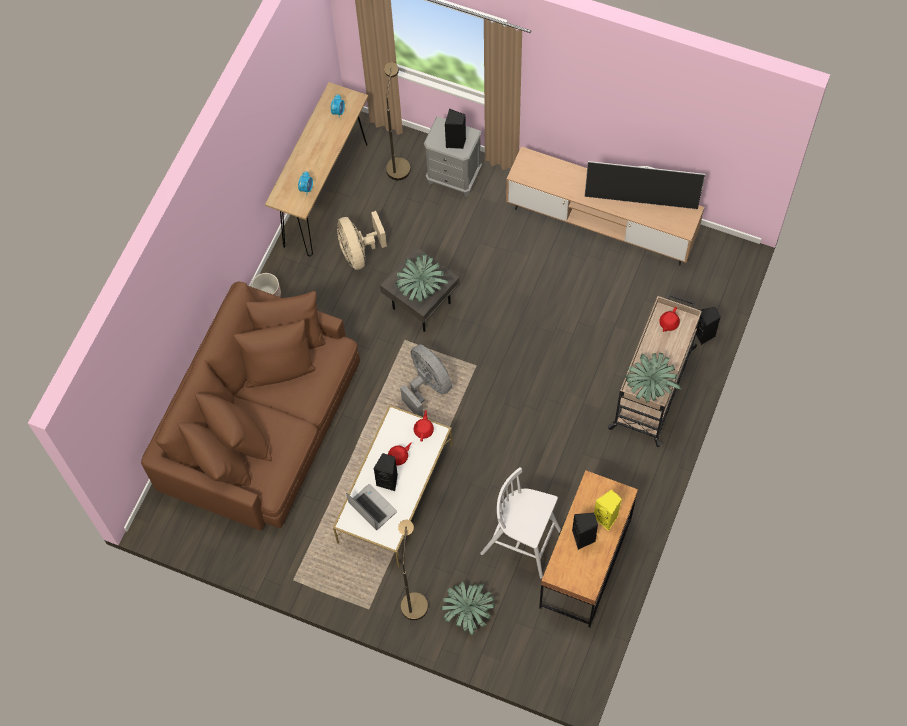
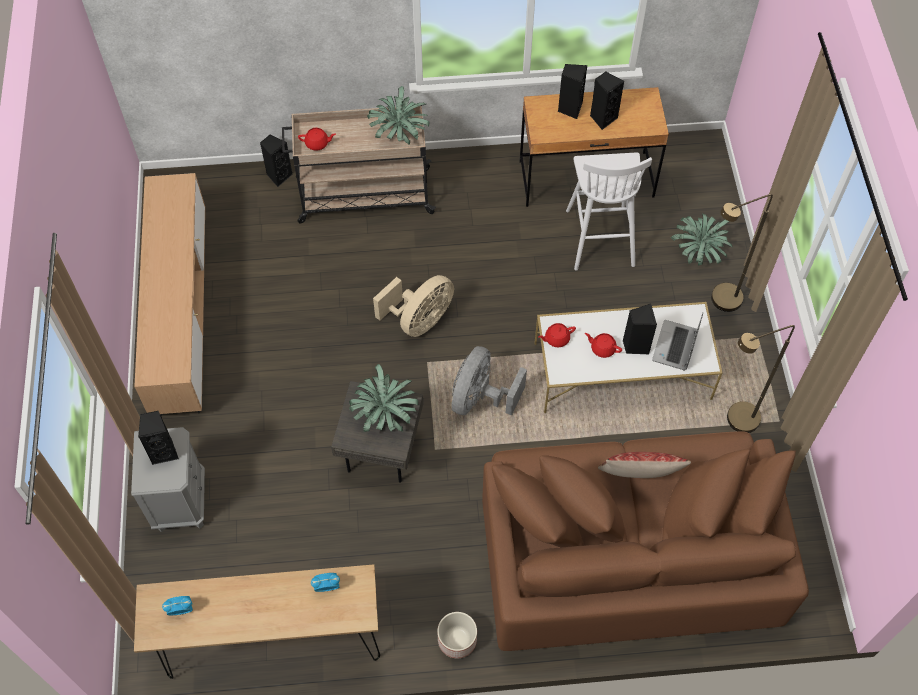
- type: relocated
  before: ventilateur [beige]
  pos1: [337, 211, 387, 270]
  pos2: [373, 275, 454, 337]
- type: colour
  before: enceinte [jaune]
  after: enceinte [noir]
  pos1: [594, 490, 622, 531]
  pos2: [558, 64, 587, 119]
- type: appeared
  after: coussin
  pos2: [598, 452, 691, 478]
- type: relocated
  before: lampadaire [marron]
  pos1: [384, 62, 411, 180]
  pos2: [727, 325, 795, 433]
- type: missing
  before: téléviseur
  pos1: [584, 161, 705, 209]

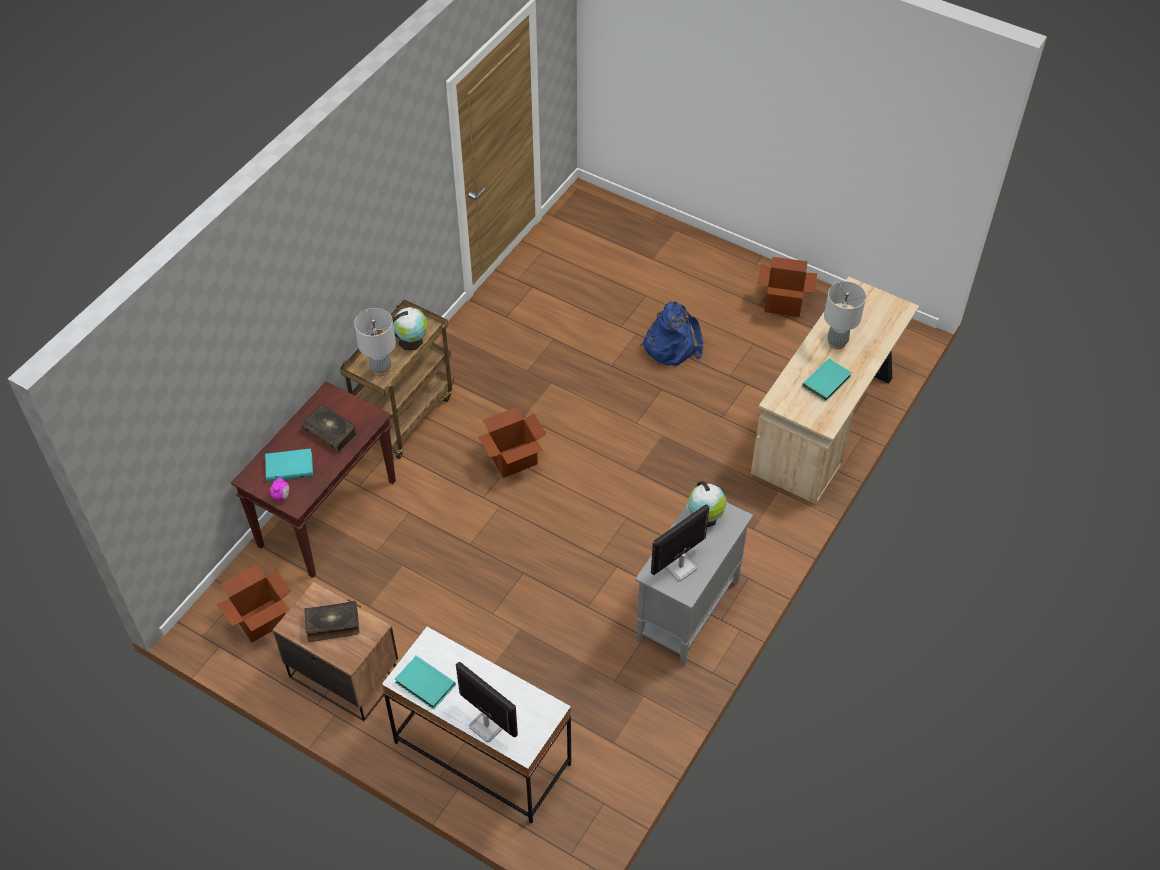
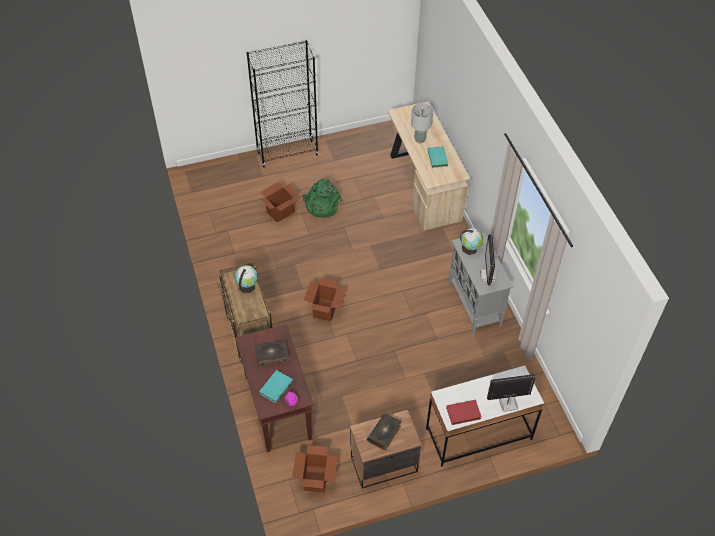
- type: appeared
  after: bibliothèque [noir]
  pos2: [246, 40, 319, 168]
- type: relocated
  before: carton
  pos1: [758, 257, 817, 317]
  pos2: [260, 182, 299, 222]
- type: colour
  before: sac à dos [bleu]
  after: sac à dos [vert]
  pos1: [640, 301, 703, 366]
  pos2: [303, 179, 342, 218]
- type: colour
  before: livre [turquoise]
  after: livre [rouge]
  pos1: [395, 656, 456, 710]
  pos2: [446, 400, 482, 425]
- type: missing
  before: lampe de table [gris]
  pos1: [354, 308, 396, 376]

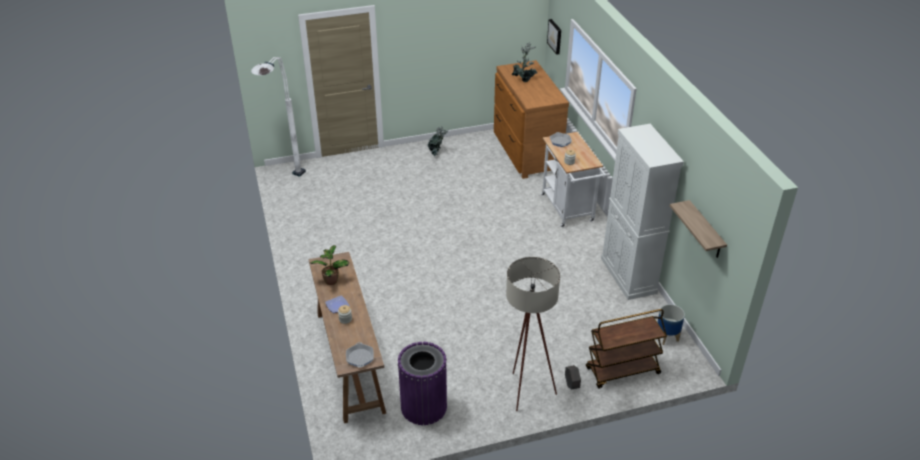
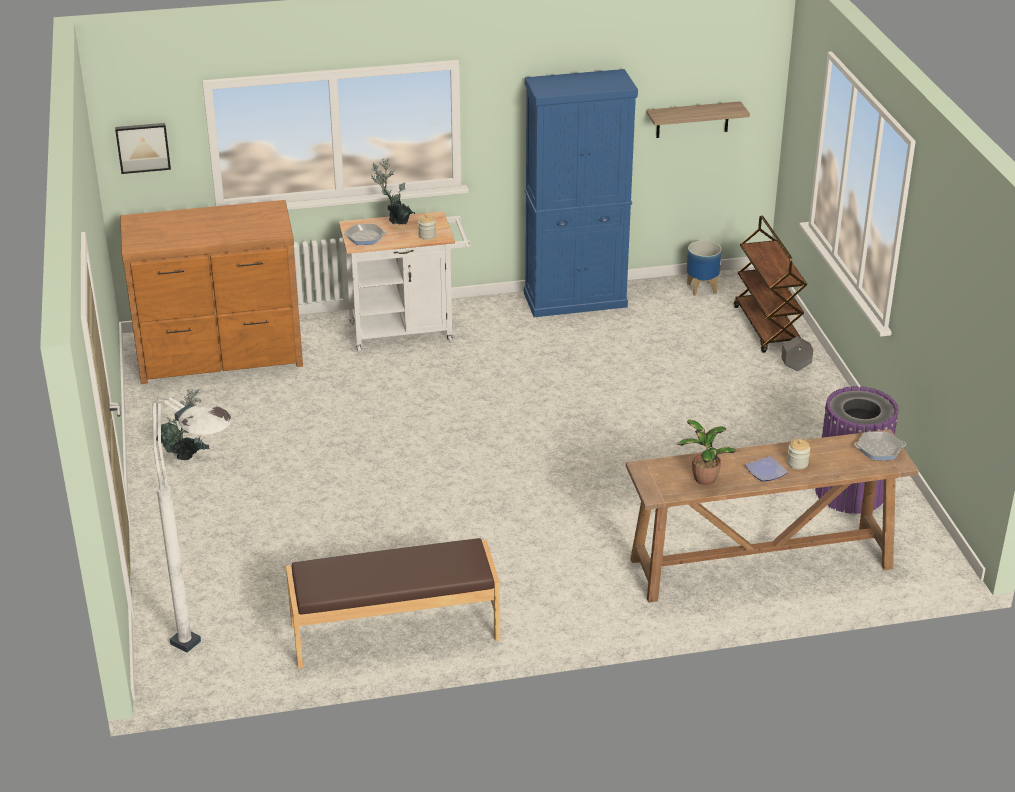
- type: appeared
  after: banc [marron]
  pos2: [286, 538, 500, 669]
- type: relocated
  before: plante en pot
  pos1: [511, 42, 537, 82]
  pos2: [371, 159, 415, 225]
- type: colour
  before: meuble de rangement [blanc]
  after: meuble de rangement [bleu]
  pos1: [601, 124, 684, 300]
  pos2: [524, 69, 638, 317]
- type: missing
  before: lampadaire [beige]
  pos1: [506, 257, 560, 411]

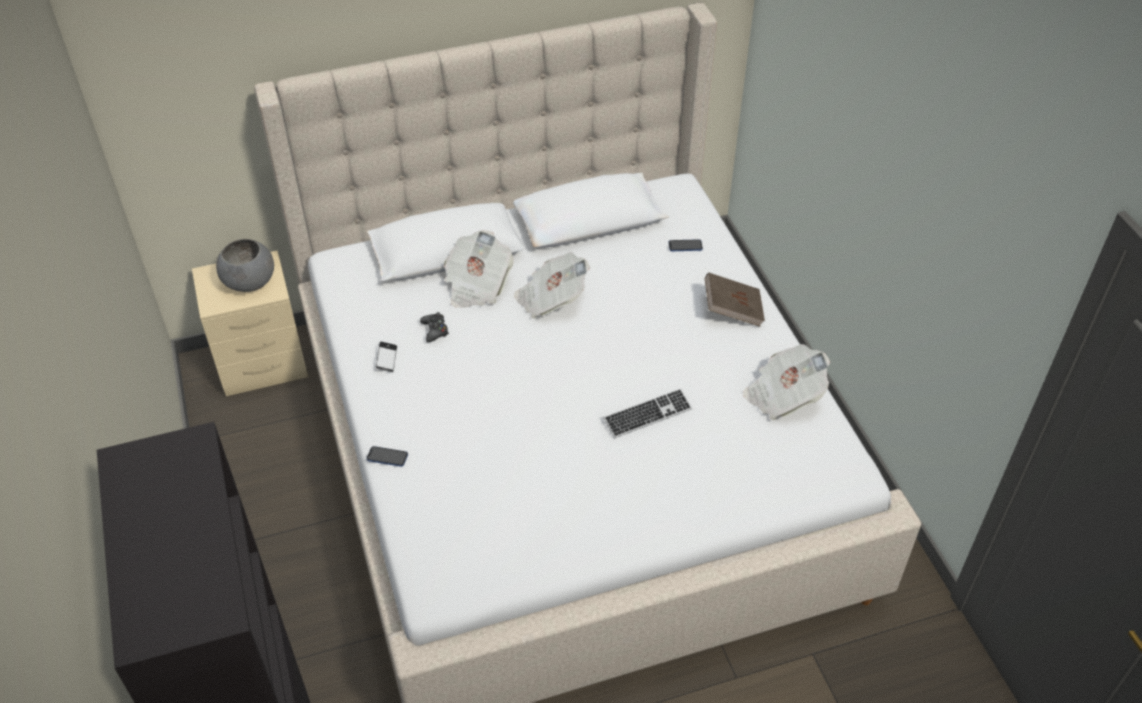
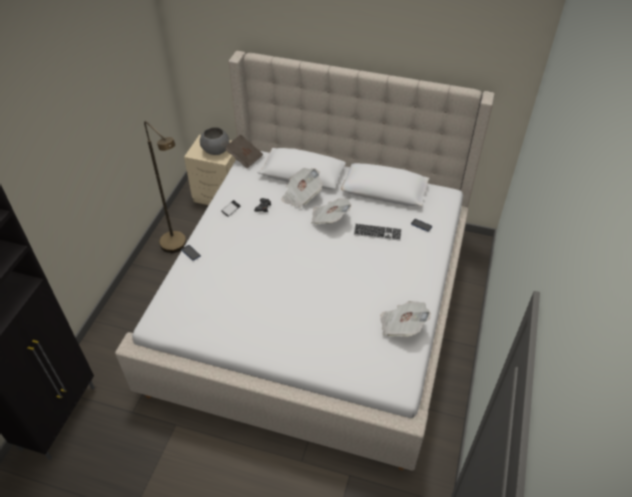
- type: appeared
  after: lampadaire [marron]
  pos2: [144, 121, 186, 253]
- type: relocated
  before: livre [marron]
  pos1: [705, 273, 765, 327]
  pos2: [225, 134, 263, 168]
- type: relocated
  before: clavier
  pos1: [603, 388, 692, 438]
  pos2: [354, 223, 402, 241]

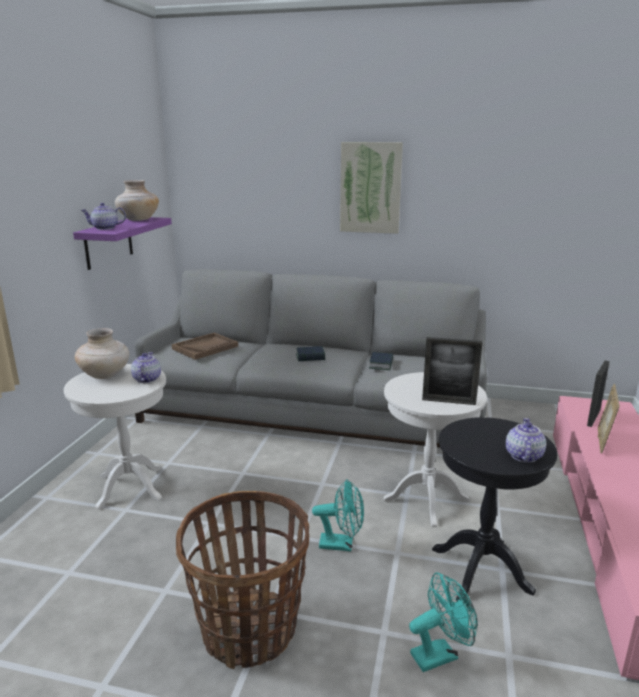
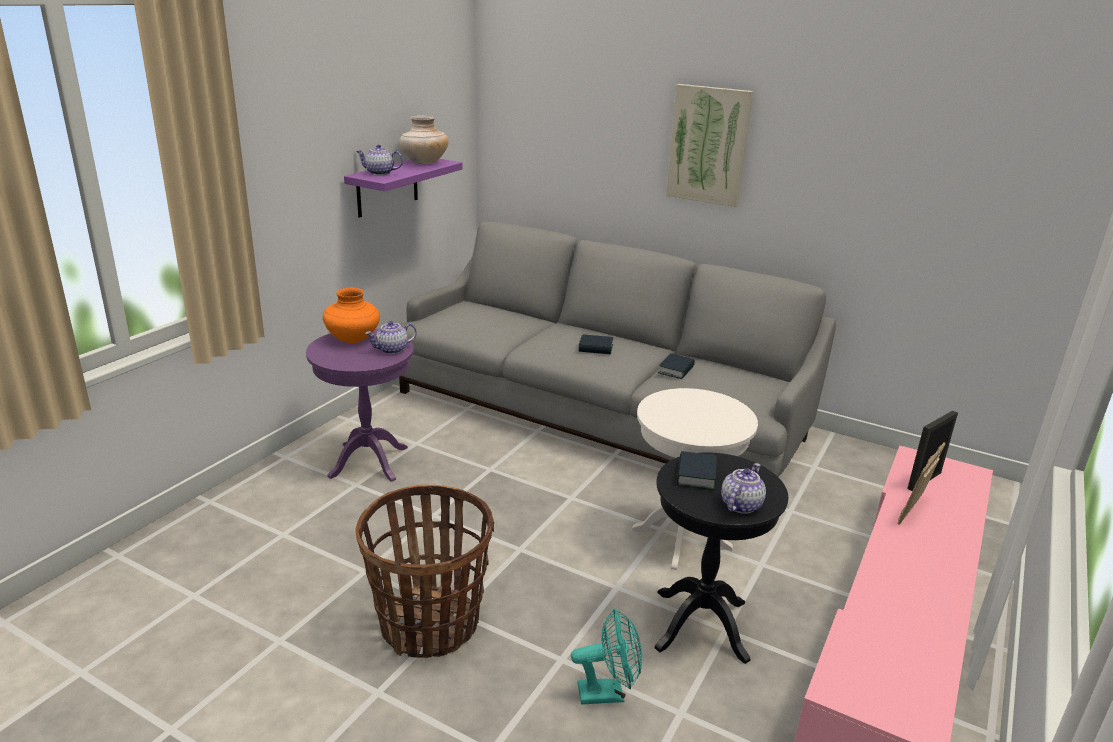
- type: colour
  before: table d'appoint [blanc]
  after: table d'appoint [violet]
  pos1: [64, 364, 166, 509]
  pos2: [306, 329, 414, 482]
- type: colour
  before: vase [beige]
  after: vase [orange]
  pos1: [75, 328, 129, 379]
  pos2: [323, 288, 380, 343]
- type: spun
  before: théière
  pos1: [131, 352, 161, 383]
  pos2: [365, 321, 417, 354]
  turn: -135
- type: appeared
  after: livre
  pos2: [677, 451, 717, 490]
- type: missing
  before: plateau [marron]
  pos1: [172, 333, 238, 360]
- type: missing
  before: ventilateur [turquoise]
  pos1: [312, 479, 364, 552]
- type: missing
  before: cadre photo
  pos1: [422, 337, 482, 405]

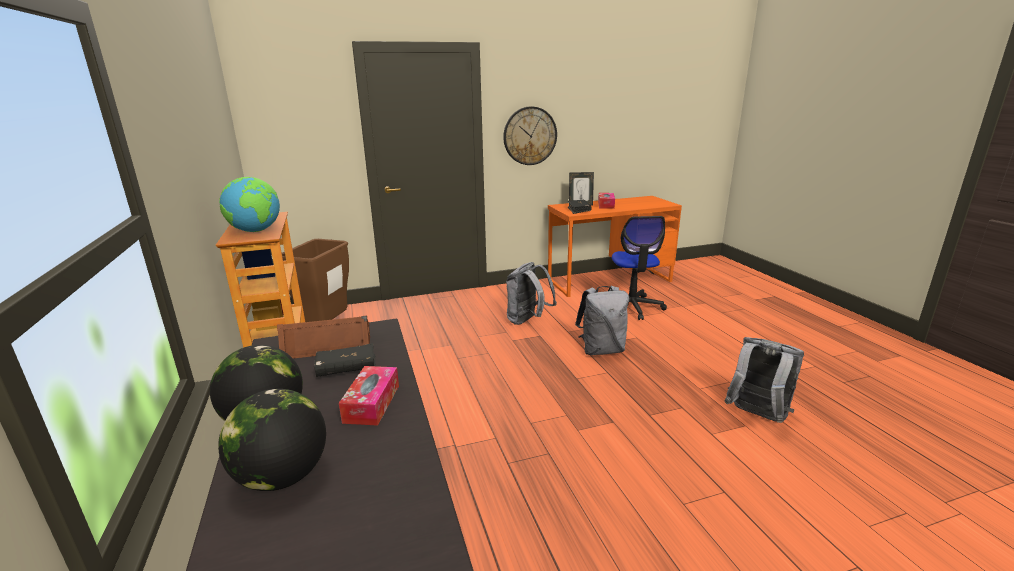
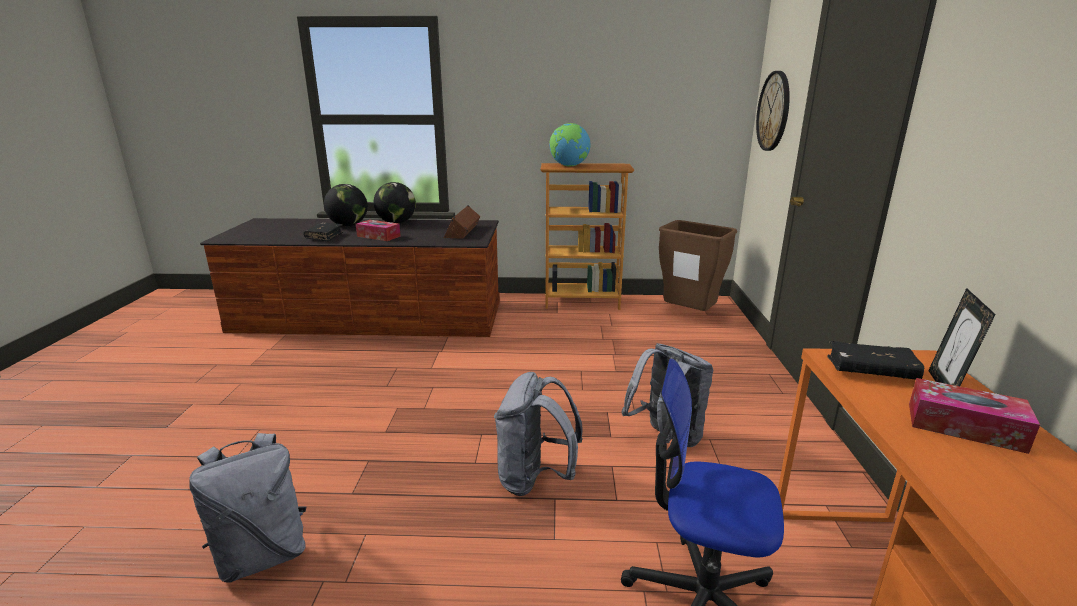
- type: relocated
  before: livre [noir]
  pos1: [314, 343, 376, 377]
  pos2: [304, 223, 343, 242]
- type: relocated
  before: horloge murale
  pos1: [503, 106, 557, 165]
  pos2: [756, 71, 790, 151]

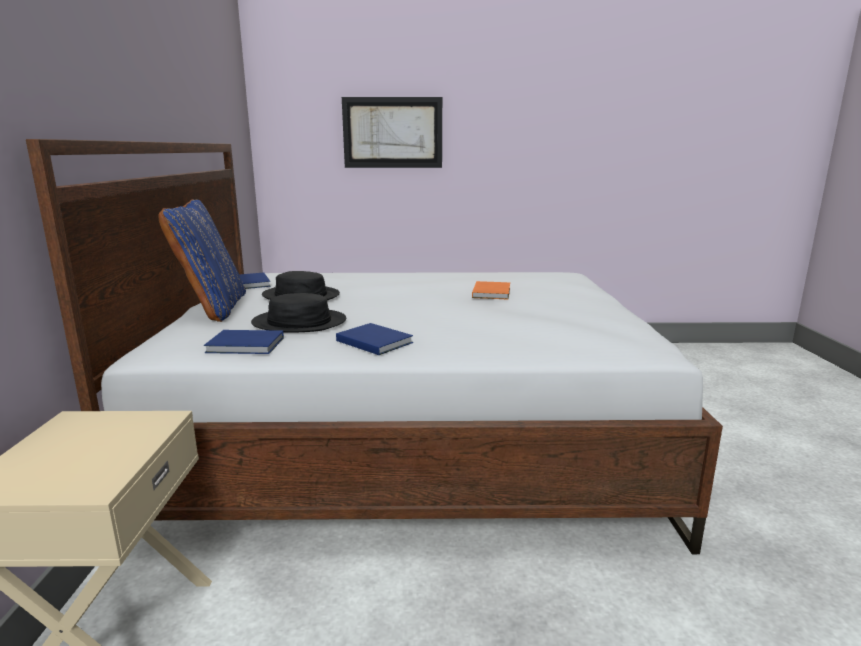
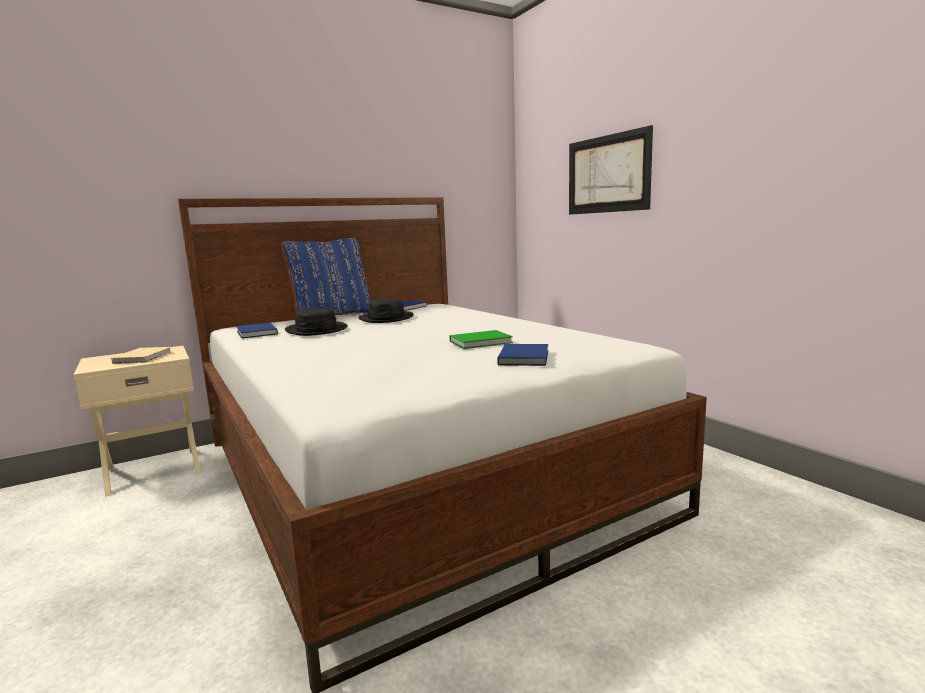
- type: appeared
  after: livre [beige]
  pos2: [111, 347, 171, 364]
- type: colour
  before: livre [orange]
  after: livre [vert]
  pos1: [472, 281, 510, 299]
  pos2: [449, 330, 513, 349]
- type: relocated
  before: livre [bleu]
  pos1: [336, 323, 413, 355]
  pos2: [497, 344, 548, 366]

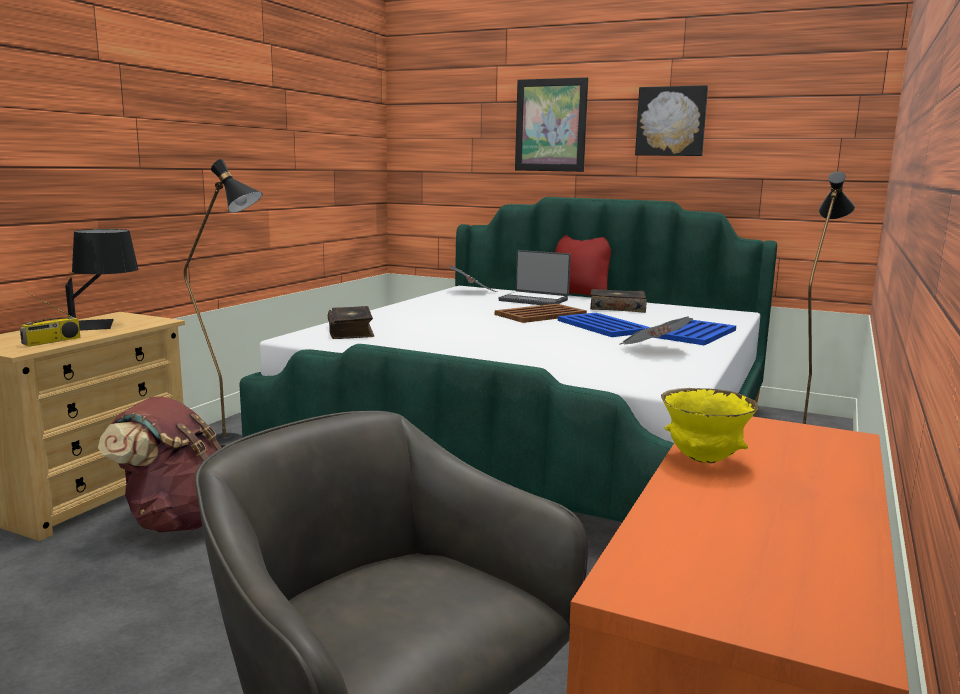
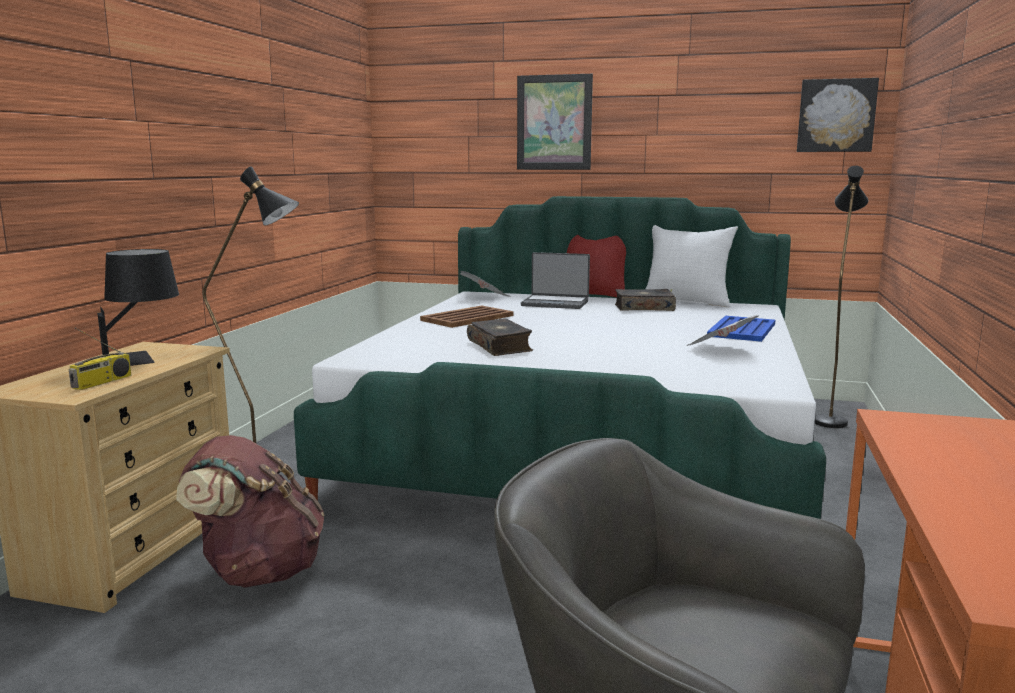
- type: relocated
  before: plateau [marron]
  pos1: [495, 304, 587, 323]
  pos2: [420, 306, 514, 328]
- type: relocated
  before: livre
  pos1: [328, 306, 374, 339]
  pos2: [467, 318, 533, 356]
- type: appeared
  after: coussin [blanc]
  pos2: [645, 225, 738, 307]
- type: relocated
  before: tableau
  pos1: [635, 85, 708, 156]
  pos2: [797, 78, 879, 152]
- type: missing
  before: plateau [bleu]
  pos1: [558, 313, 650, 337]
- type: missing
  before: bol [jaune]
  pos1: [661, 388, 758, 463]

